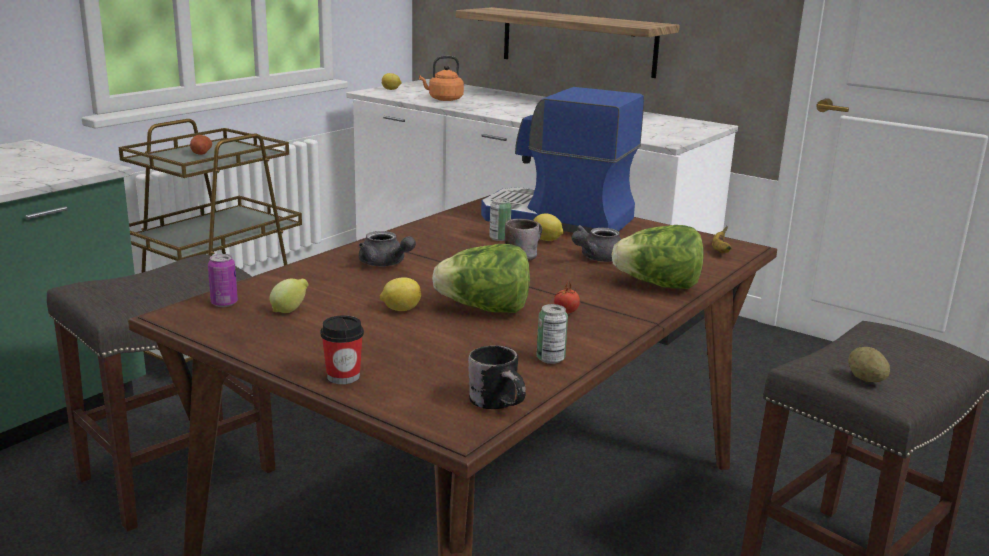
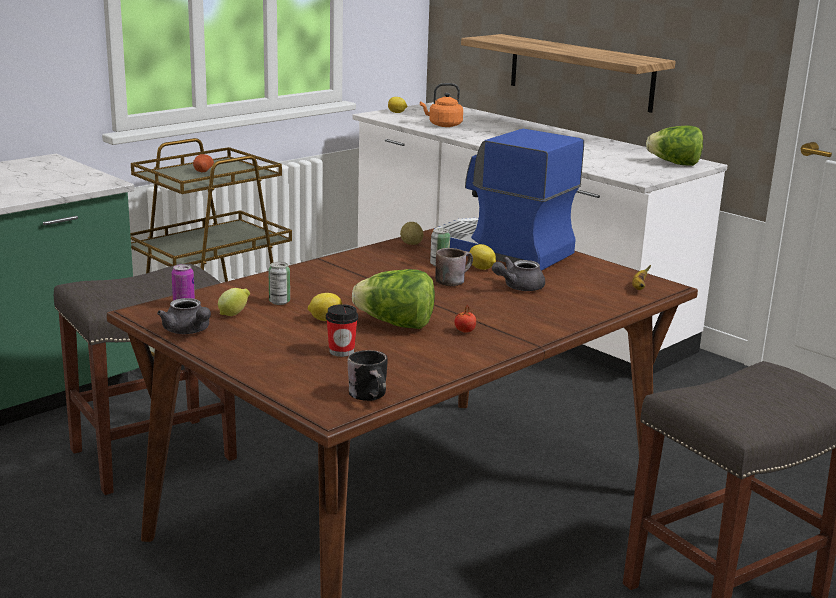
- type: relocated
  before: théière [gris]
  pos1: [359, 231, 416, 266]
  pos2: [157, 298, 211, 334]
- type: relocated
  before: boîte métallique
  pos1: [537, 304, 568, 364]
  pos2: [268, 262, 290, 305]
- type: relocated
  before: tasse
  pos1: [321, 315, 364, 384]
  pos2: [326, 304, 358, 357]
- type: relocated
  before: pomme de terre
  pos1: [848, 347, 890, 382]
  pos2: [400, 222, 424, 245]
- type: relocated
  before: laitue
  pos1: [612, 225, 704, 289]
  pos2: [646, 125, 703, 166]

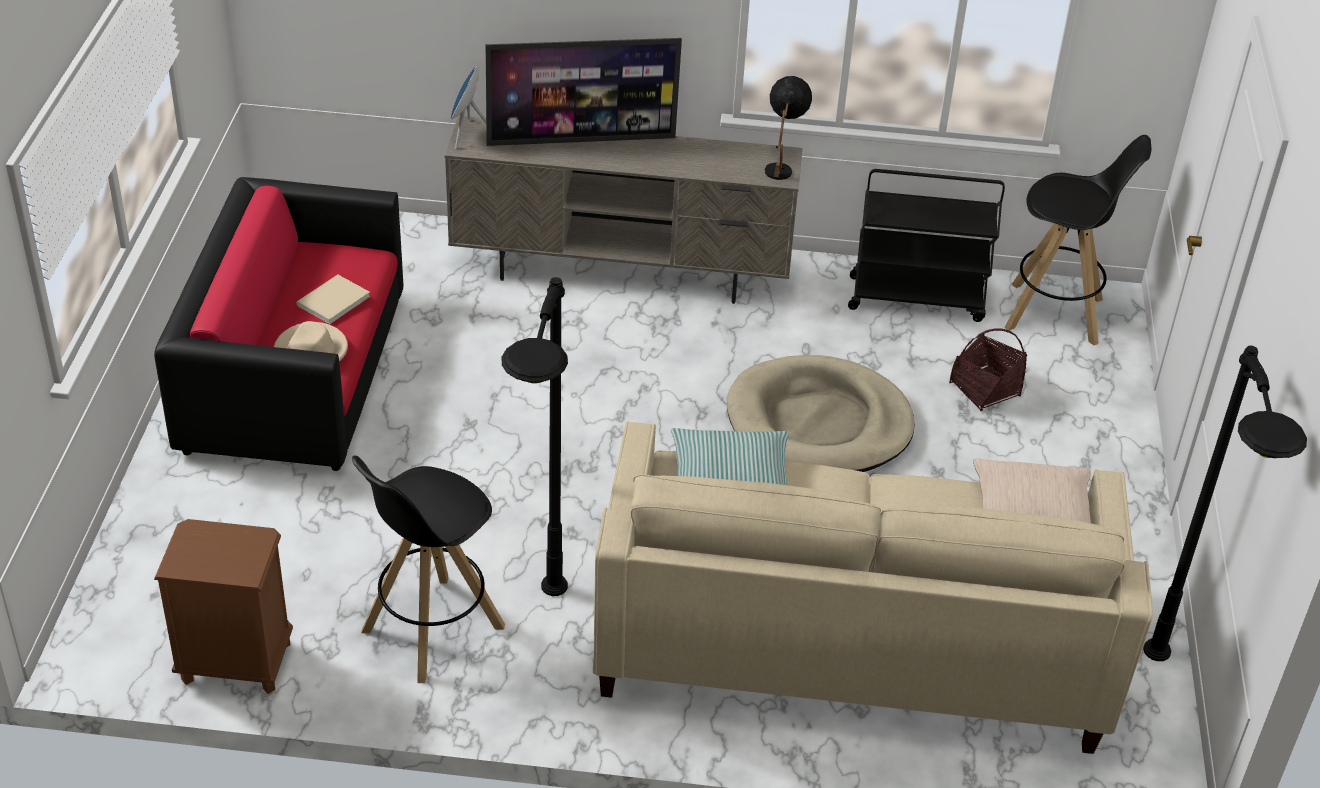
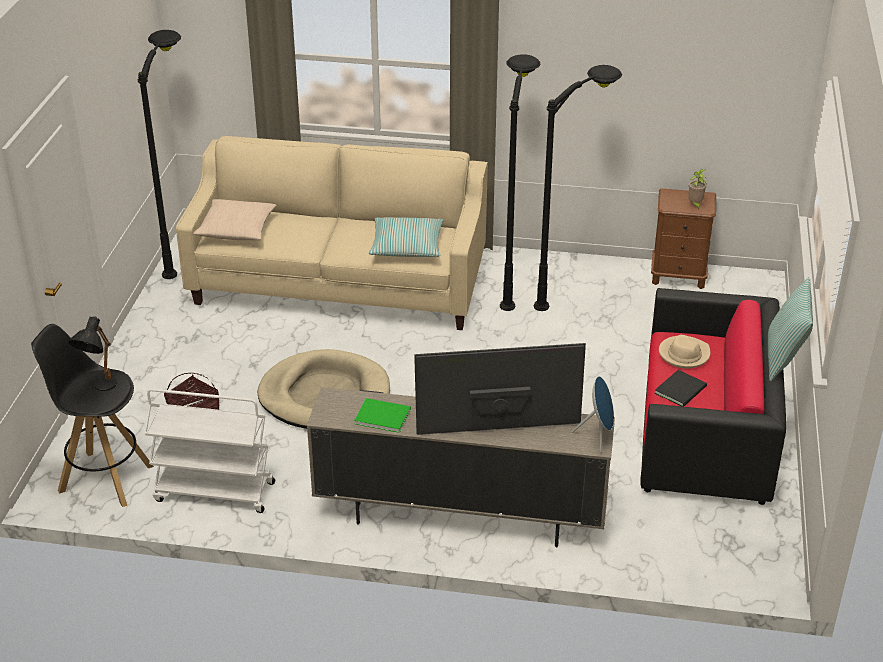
- type: relocated
  before: lampe de table [noir]
  pos1: [765, 76, 812, 180]
  pos2: [68, 316, 117, 391]
- type: colour
  before: chariot [noir]
  after: chariot [blanc]
  pos1: [848, 169, 1005, 322]
  pos2: [144, 388, 275, 513]
- type: appeared
  after: livre [vert]
  pos2: [354, 398, 411, 433]
- type: exchanged
  before: tabouret [noir]
  after: lampadaire [noir]
  pos1: [352, 456, 505, 683]
  pos2: [534, 65, 622, 311]
- type: colour
  before: livre [beige]
  after: livre [noir]
  pos1: [296, 274, 370, 324]
  pos2: [655, 370, 707, 407]
- type: appeared
  after: plante en pot
  pos2: [688, 169, 707, 209]
- type: appeared
  after: coussin
  pos2: [768, 277, 813, 381]

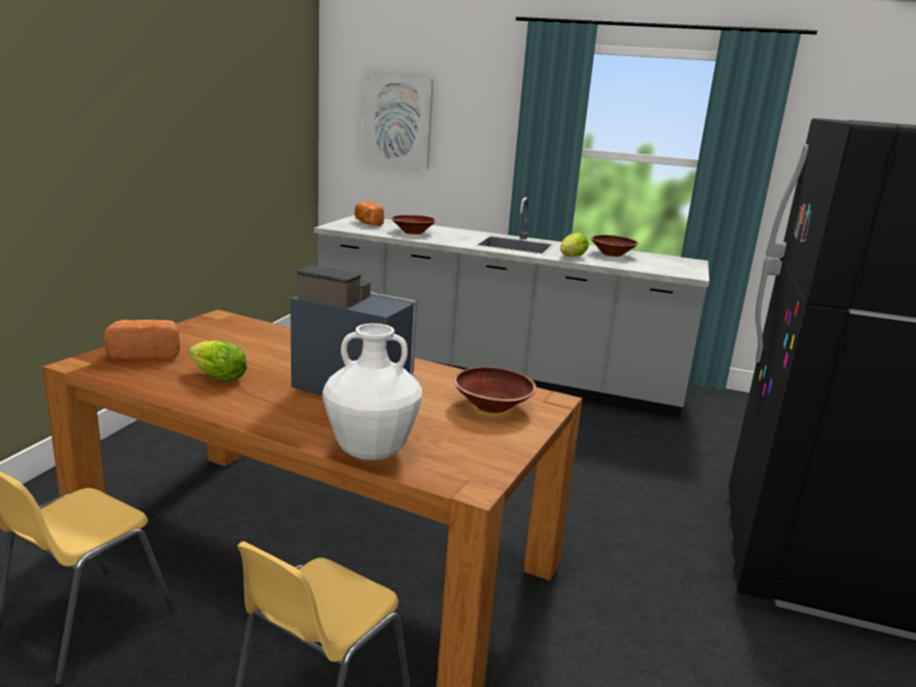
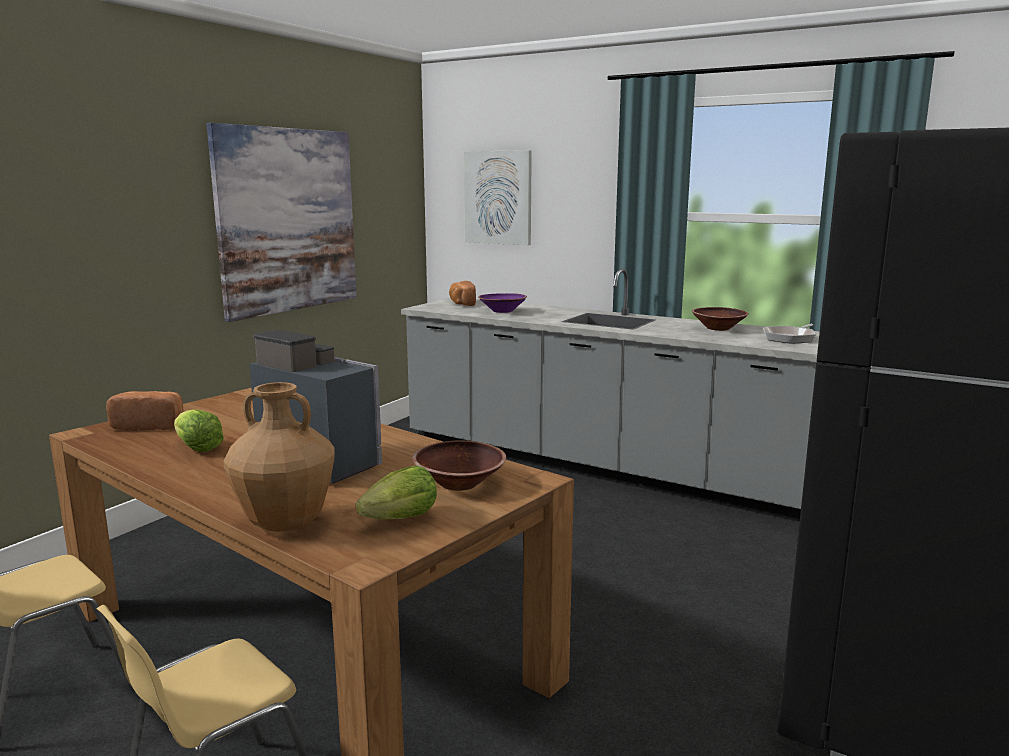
- type: appeared
  after: tableau
  pos2: [207, 123, 357, 322]
- type: colour
  before: vase [blanc]
  after: vase [marron]
  pos1: [323, 323, 422, 461]
  pos2: [223, 382, 335, 531]
- type: relocated
  before: laitue
  pos1: [560, 232, 589, 257]
  pos2: [356, 466, 437, 520]
- type: colour
  before: bol [marron]
  after: bol [violet]
  pos1: [391, 215, 436, 234]
  pos2: [478, 293, 527, 313]
- type: appeared
  after: poêle
  pos2: [763, 324, 816, 344]

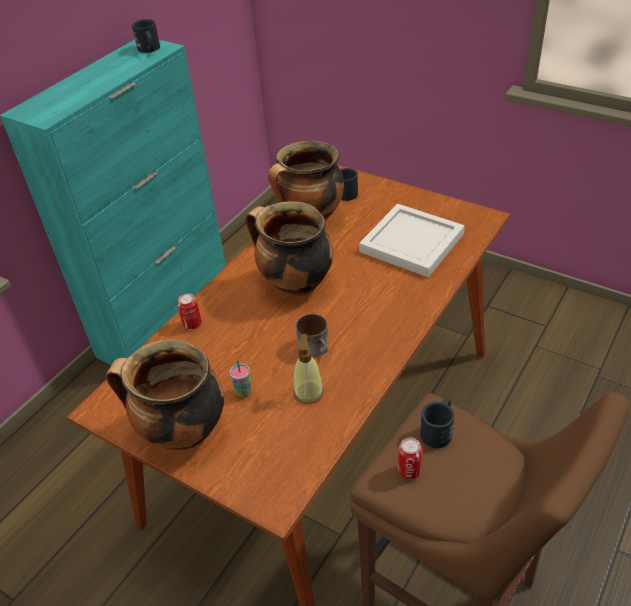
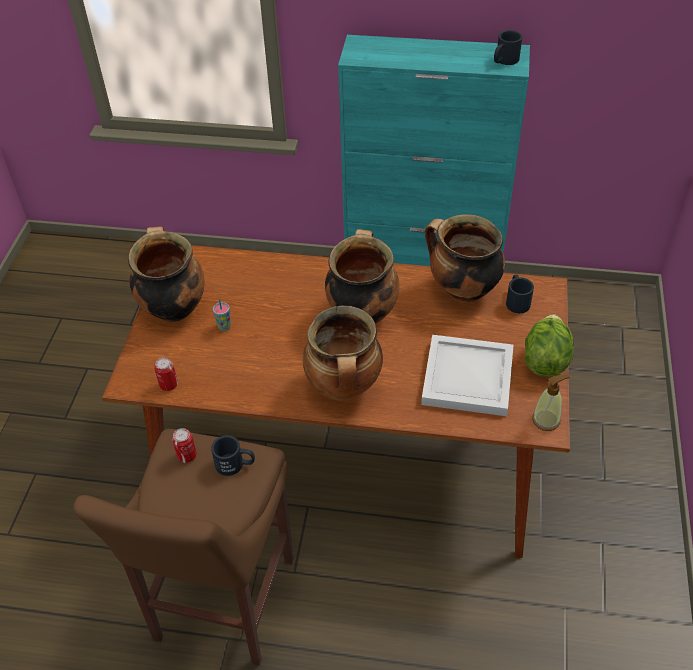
- type: relocated
  before: boîte métallique
  pos1: [177, 293, 202, 329]
  pos2: [154, 357, 178, 391]
- type: appeared
  after: marmite
  pos2: [303, 306, 383, 401]
- type: appeared
  after: laitue
  pos2: [525, 314, 574, 377]
- type: relocated
  before: distributeur de savon
  pos1: [294, 334, 324, 404]
  pos2: [532, 375, 570, 431]
- type: missing
  before: mug
  pos1: [296, 314, 329, 357]

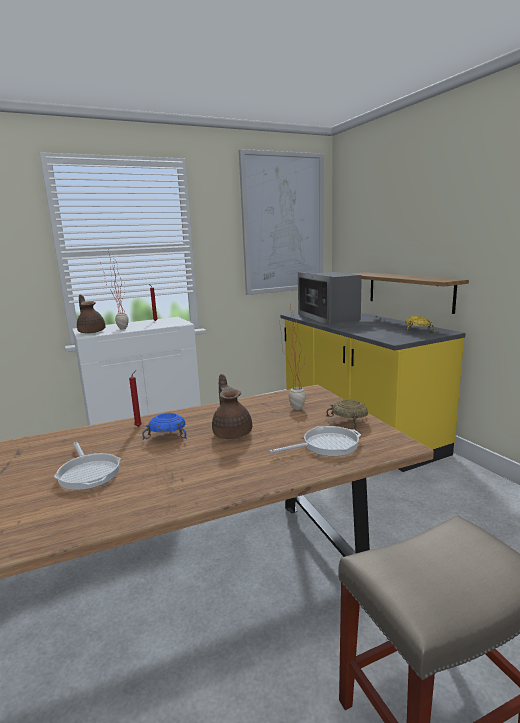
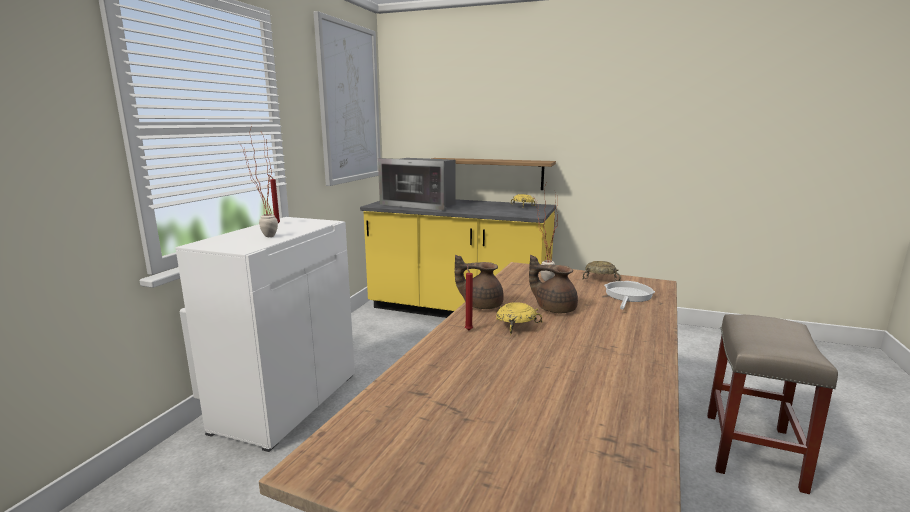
- type: relocated
  before: théière [marron]
  pos1: [77, 295, 106, 333]
  pos2: [455, 255, 504, 309]
- type: colour
  before: bol [bleu]
  after: bol [jaune]
  pos1: [143, 413, 187, 440]
  pos2: [496, 302, 543, 336]
- type: missing
  before: poêle
  pos1: [54, 442, 121, 490]

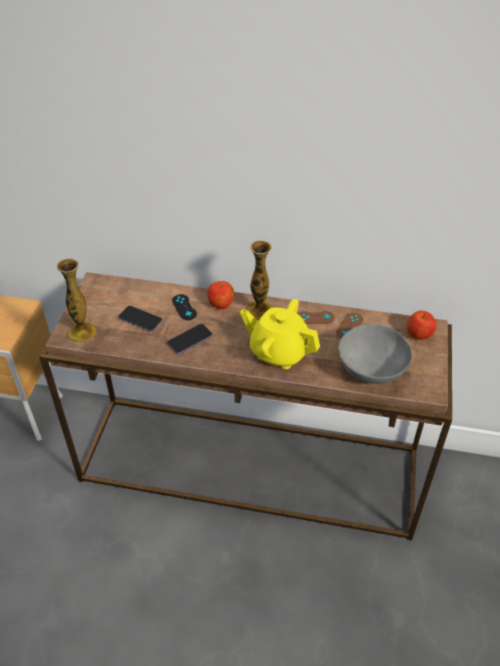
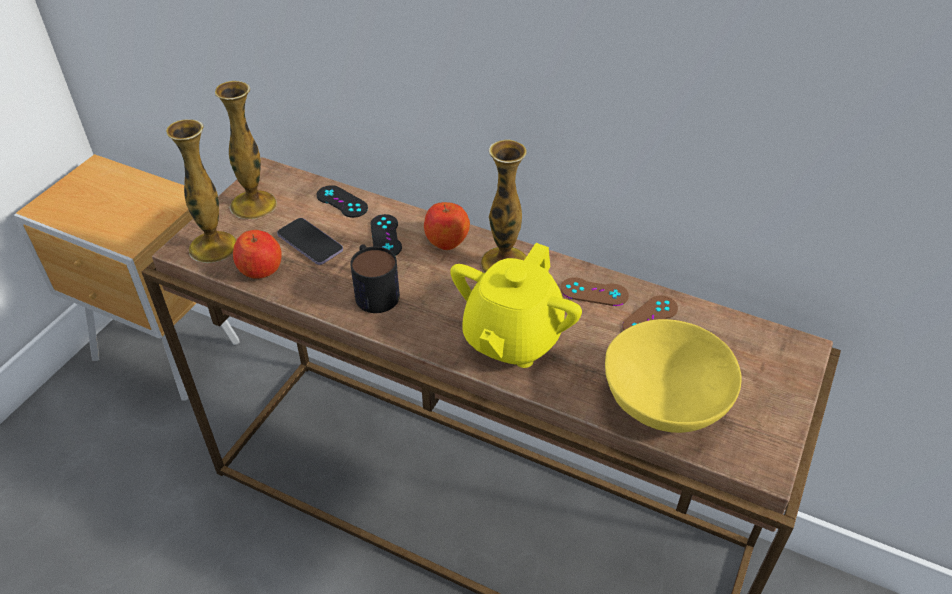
- type: appeared
  after: vase
  pos2: [215, 81, 277, 219]
- type: relocated
  before: pomme
  pos1: [407, 311, 436, 340]
  pos2: [233, 230, 282, 279]
- type: appeared
  after: manette [noir]
  pos2: [316, 185, 368, 218]
- type: exchanged
  before: téléphone
  after: mug
  pos1: [167, 324, 213, 354]
  pos2: [350, 244, 400, 313]
- type: spun
  before: théière [jaune]
  pos1: [240, 299, 320, 369]
  pos2: [450, 243, 582, 368]
  turn: -105
- type: colour
  before: bol [gris]
  after: bol [jaune]
  pos1: [338, 324, 412, 384]
  pos2: [605, 319, 742, 433]

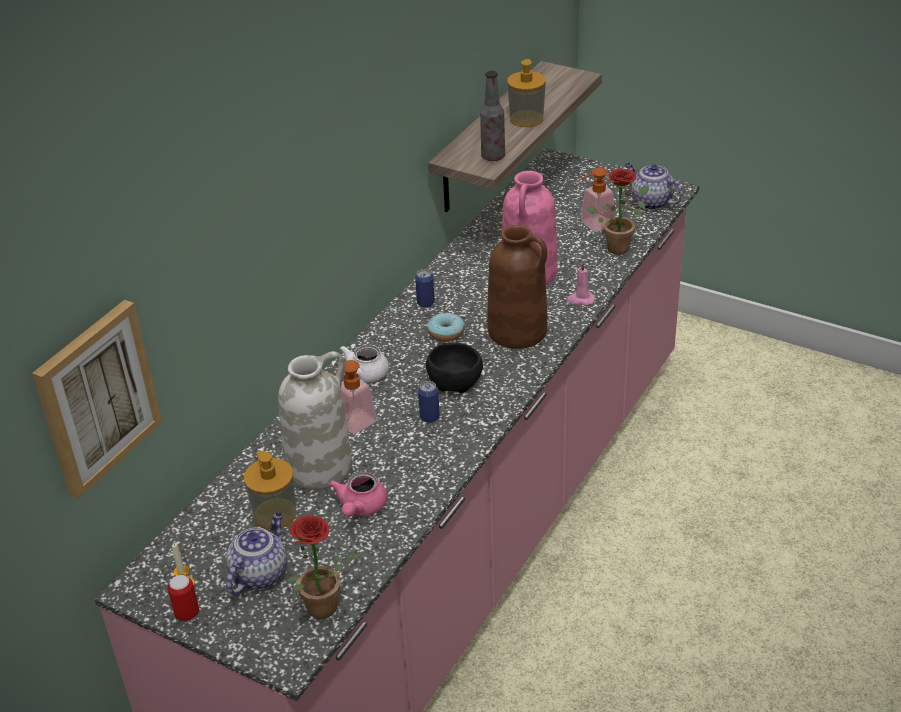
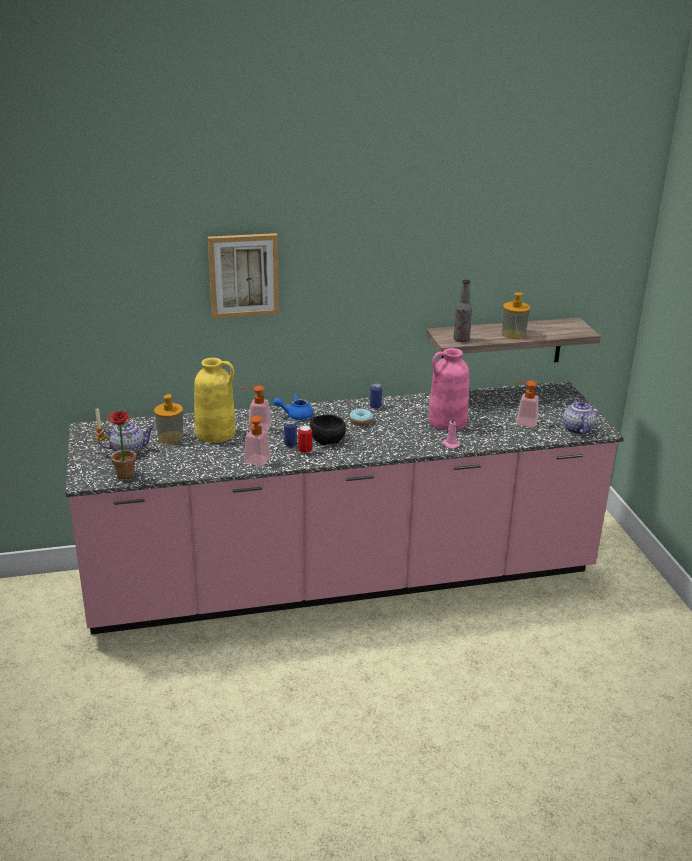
- type: colour
  before: vase [blanc]
  after: vase [jaune]
  pos1: [278, 351, 352, 490]
  pos2: [194, 358, 236, 443]
- type: relocated
  before: tableau
  pos1: [32, 300, 162, 499]
  pos2: [208, 233, 279, 319]
- type: appeared
  after: distributeur de savon
  pos2: [244, 416, 271, 466]
- type: colour
  before: théière [blanc]
  after: théière [bleu]
  pos1: [337, 345, 389, 383]
  pos2: [273, 394, 313, 420]
- type: relocated
  before: boîte métallique
  pos1: [168, 575, 199, 621]
  pos2: [298, 426, 312, 454]
- type: missing
  before: théière [rose]
  pos1: [329, 472, 387, 517]
- type: missing
  before: vase [marron]
  pos1: [488, 225, 547, 349]
- type: missing
  before: plante en pot
  pos1: [587, 168, 649, 255]

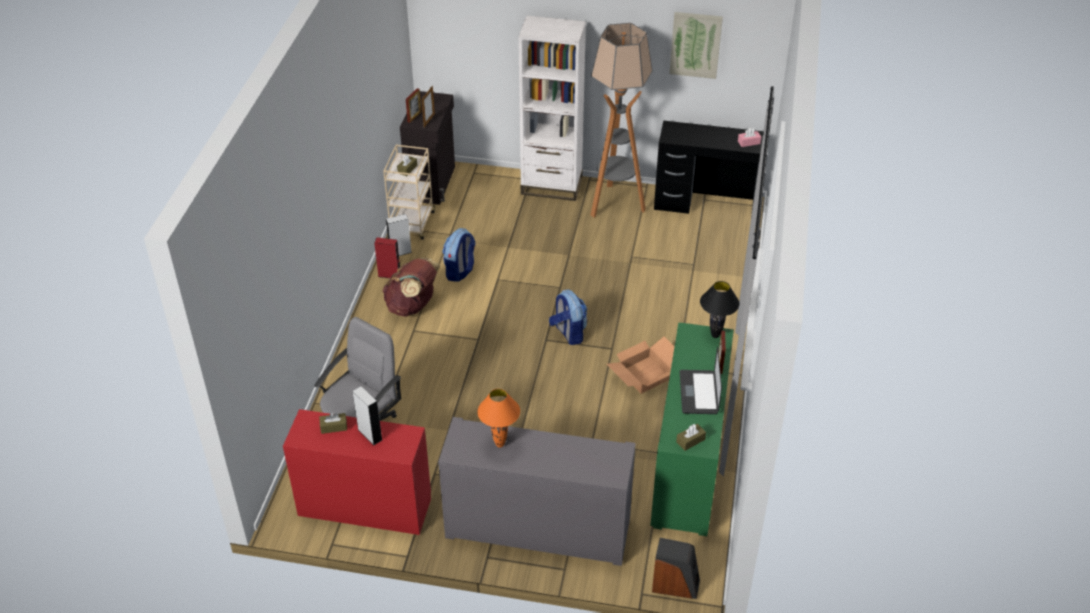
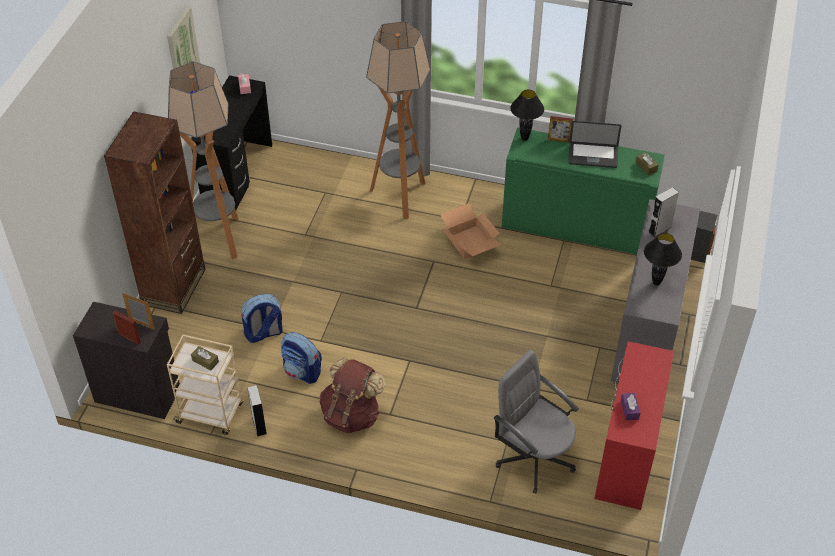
- type: colour
  before: bibliothèque [blanc]
  after: bibliothèque [marron]
  pos1: [518, 16, 586, 201]
  pos2: [104, 111, 206, 314]
- type: relocated
  before: sac à dos
  pos1: [549, 289, 587, 345]
  pos2: [241, 294, 283, 343]
- type: appeared
  after: lampadaire
  pos2: [366, 21, 430, 219]
- type: colour
  before: boîte à mouchoirs [marron]
  after: boîte à mouchoirs [violet]
  pos1: [319, 413, 347, 434]
  pos2: [621, 393, 640, 420]
- type: colour
  before: lampe de table [orange]
  after: lampe de table [noir]
  pos1: [477, 389, 520, 447]
  pos2: [644, 233, 682, 285]
- type: relocated
  before: enceinte [gris]
  pos1: [352, 386, 382, 445]
  pos2: [648, 187, 679, 238]
- type: missing
  before: enceinte [rouge]
  pos1: [374, 237, 400, 278]

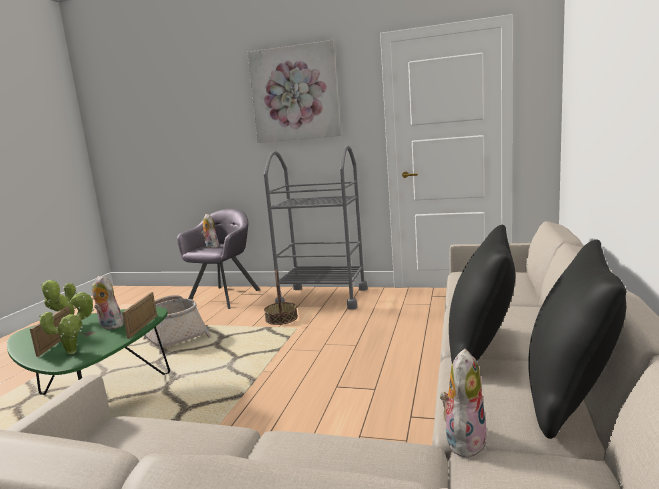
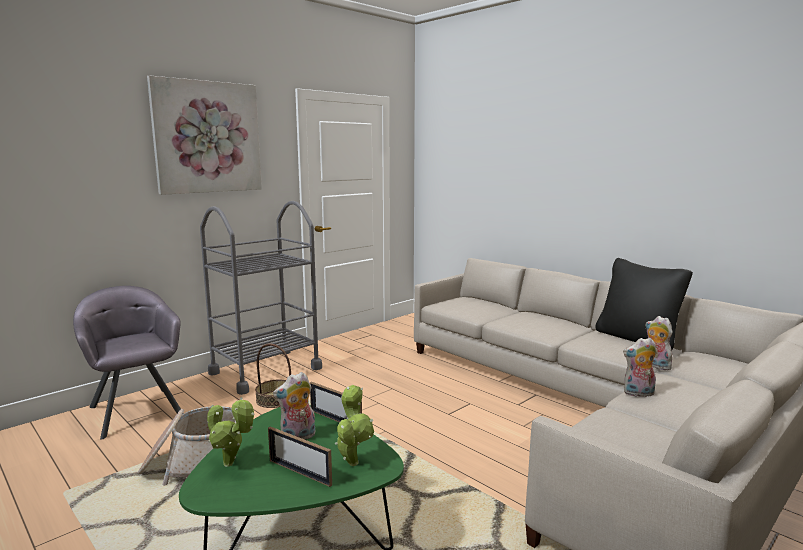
- type: relocated
  before: peluche
  pos1: [202, 214, 219, 248]
  pos2: [623, 338, 657, 397]
- type: missing
  before: coussin [noir]
  pos1: [449, 225, 516, 363]

